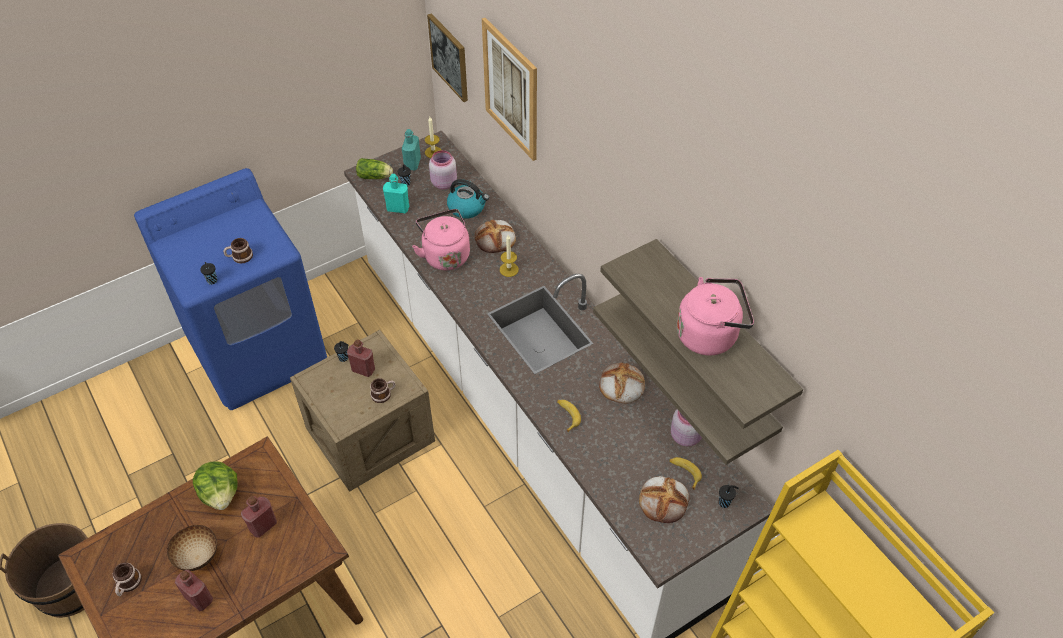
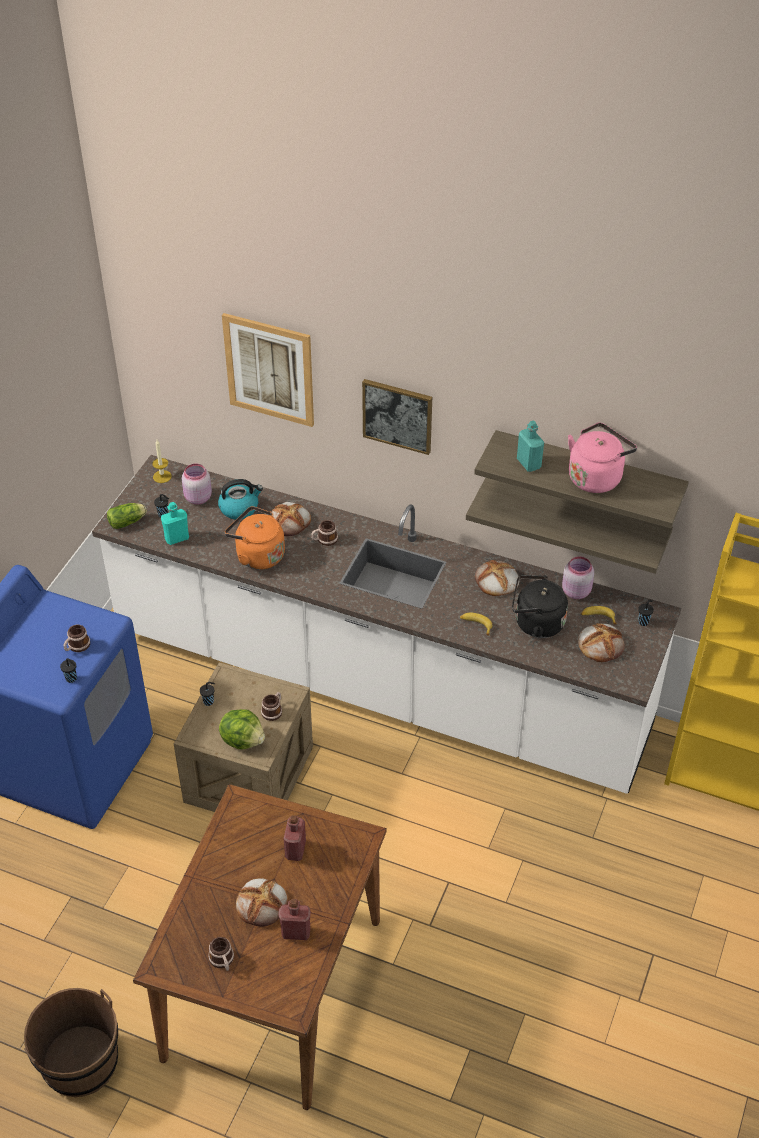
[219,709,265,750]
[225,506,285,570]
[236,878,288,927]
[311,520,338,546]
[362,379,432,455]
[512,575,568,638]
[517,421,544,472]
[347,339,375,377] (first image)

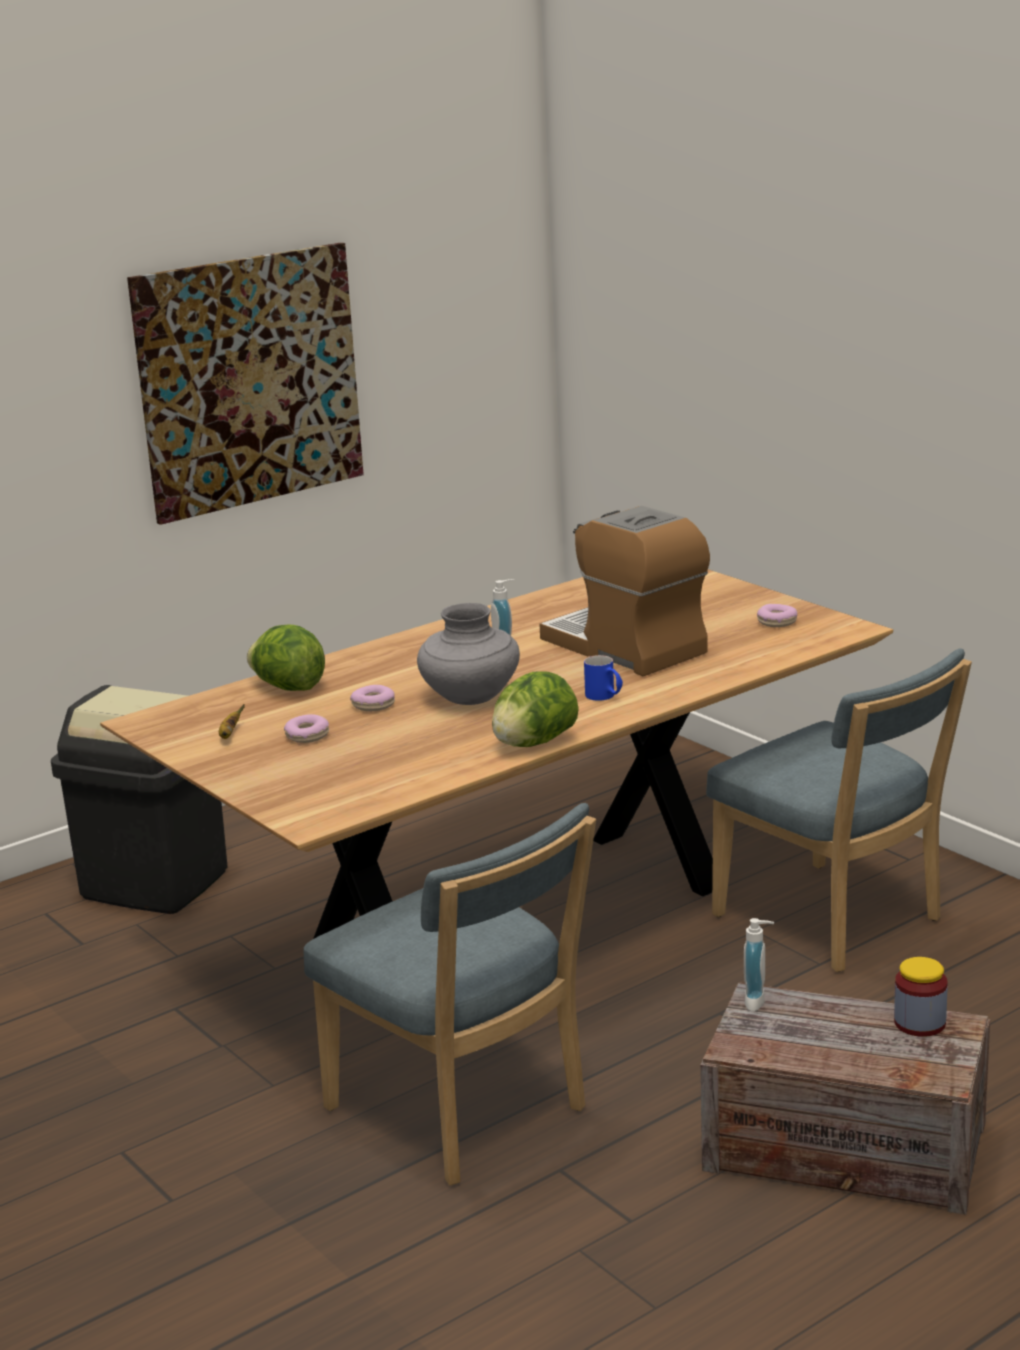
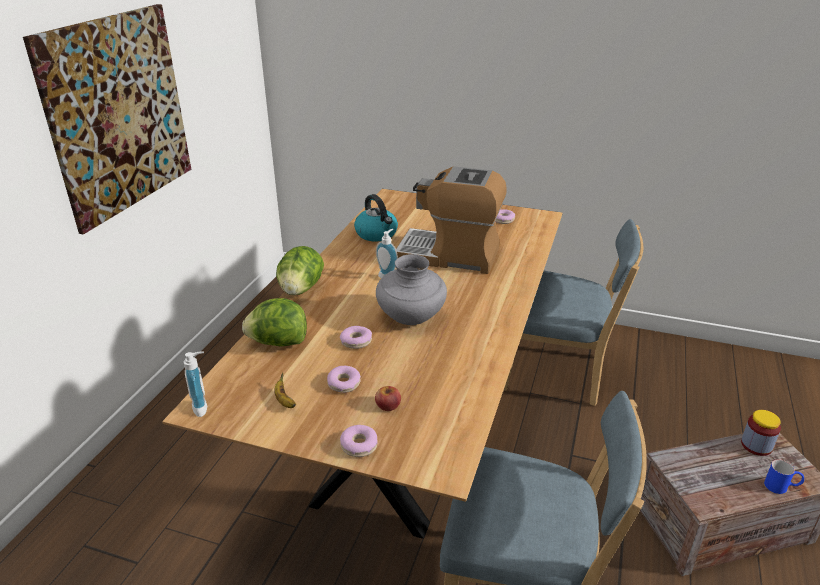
[184,351,207,417]
[276,246,324,295]
[340,425,377,457]
[354,194,398,242]
[375,386,401,411]
[764,459,804,494]
[51,685,228,914] (first image)

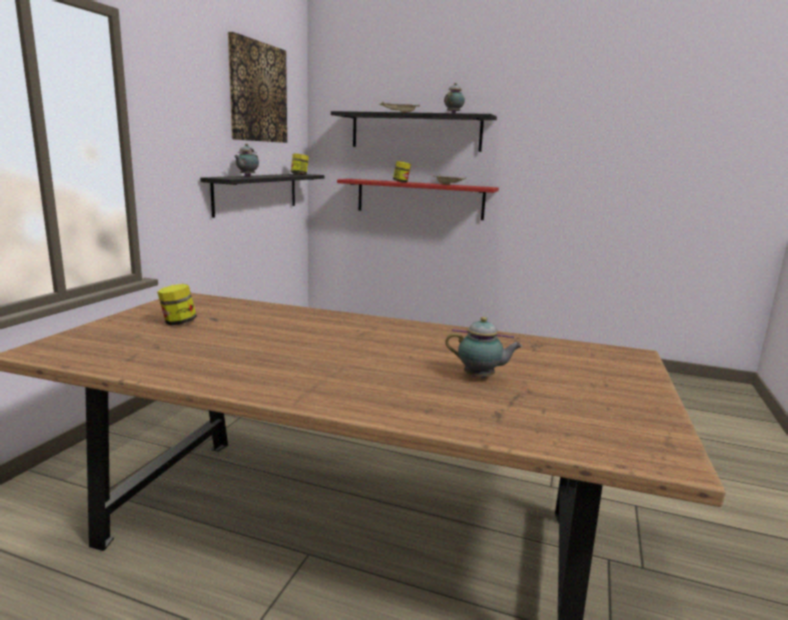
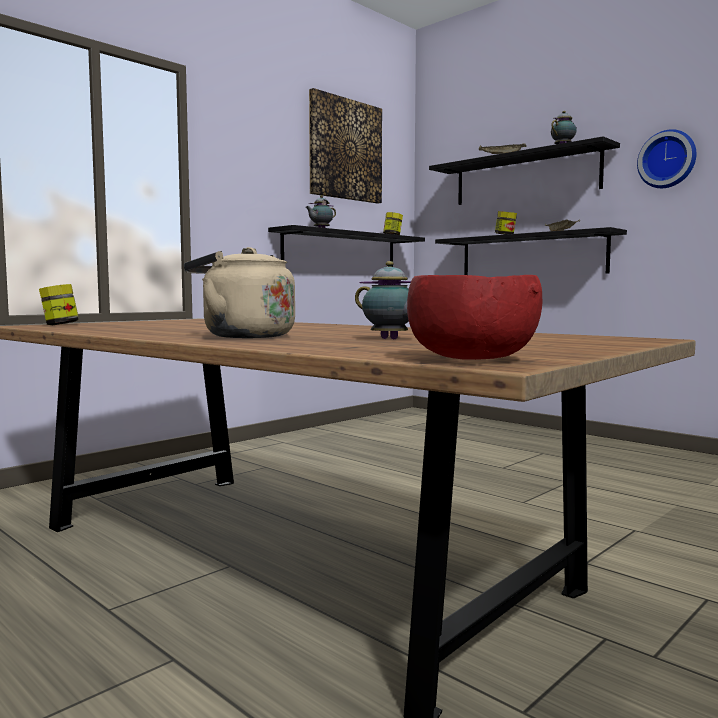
[39,284,79,325]
[184,247,295,338]
[407,275,542,360]
[435,227,627,275]
[637,129,696,188]

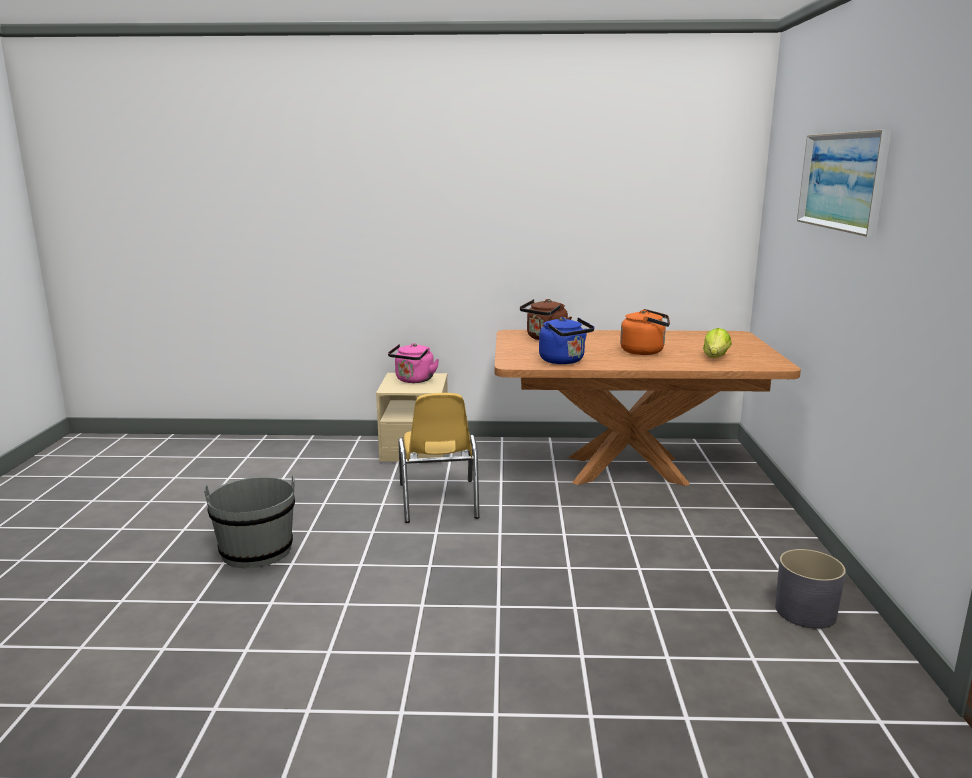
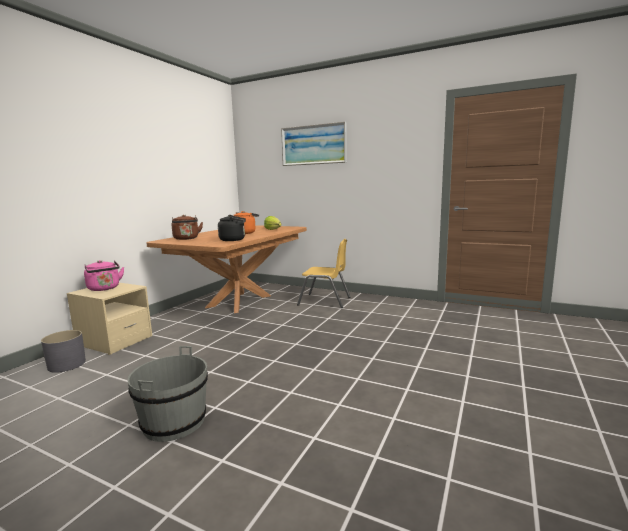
[41,330,86,373]
[218,215,246,241]
[297,239,350,308]

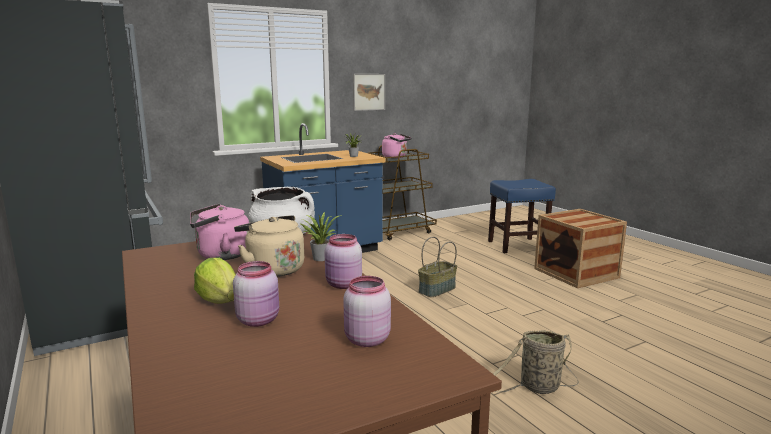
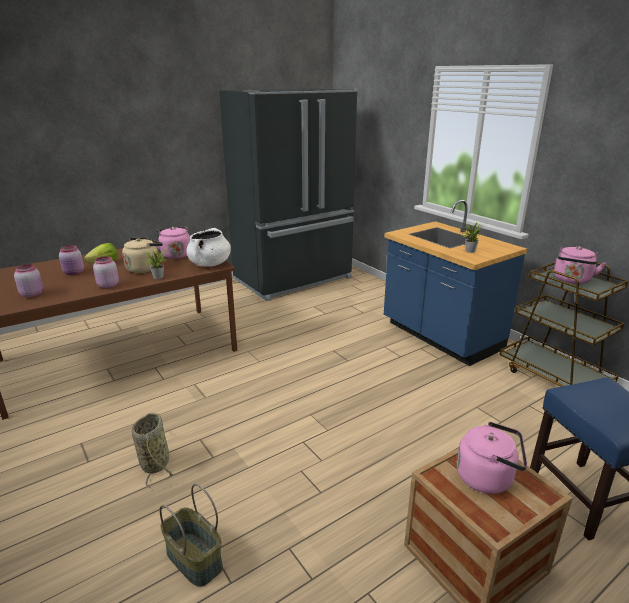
[159,484,223,587]
[457,422,527,494]
[353,74,385,111] (first image)

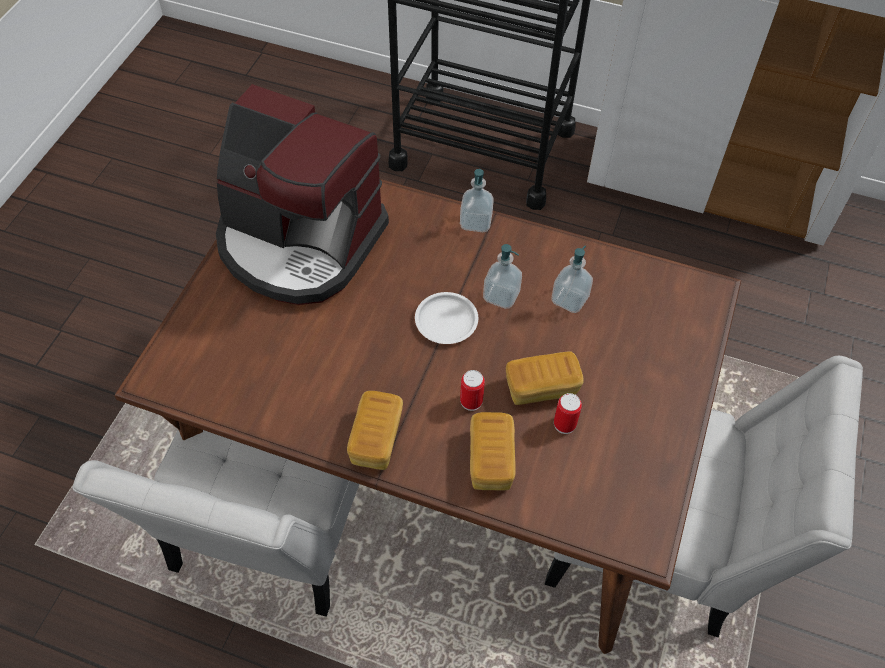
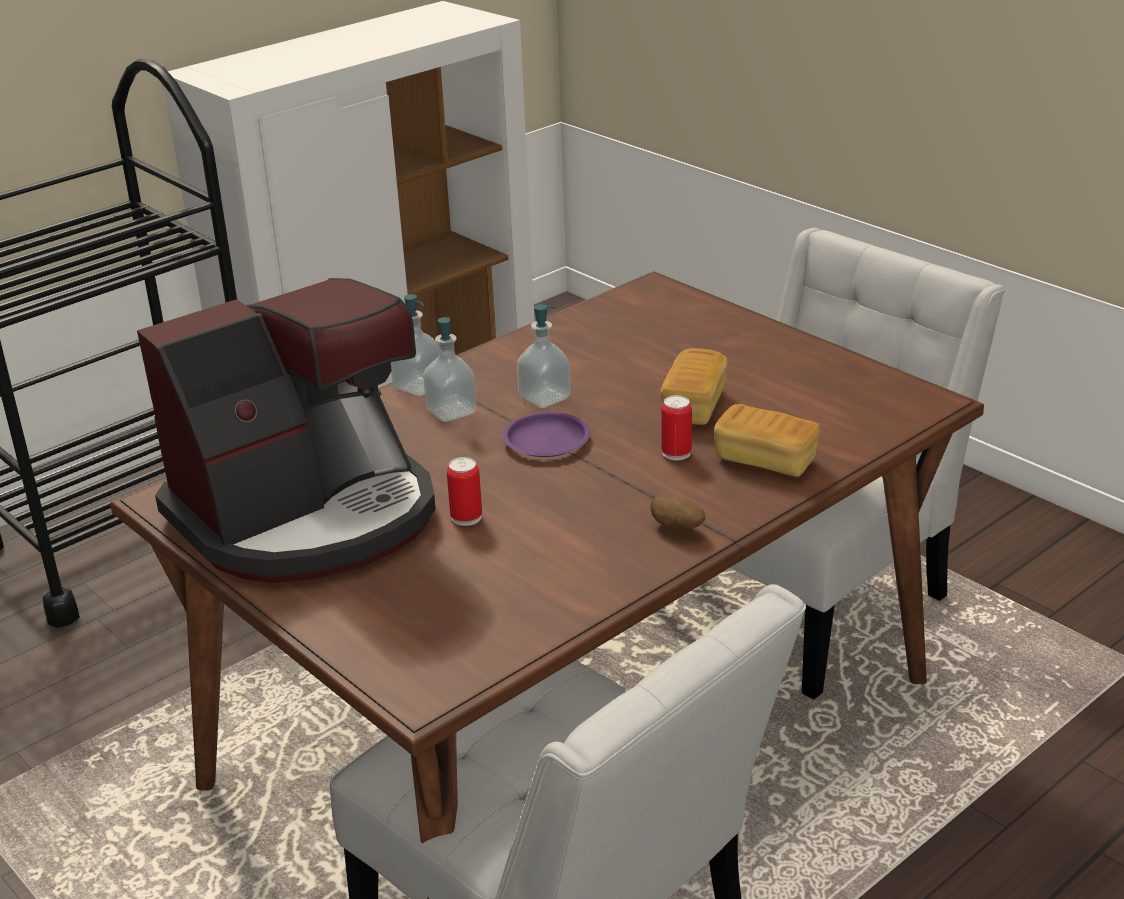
[423,317,477,422]
[447,457,482,526]
[503,412,590,457]
[651,496,705,531]

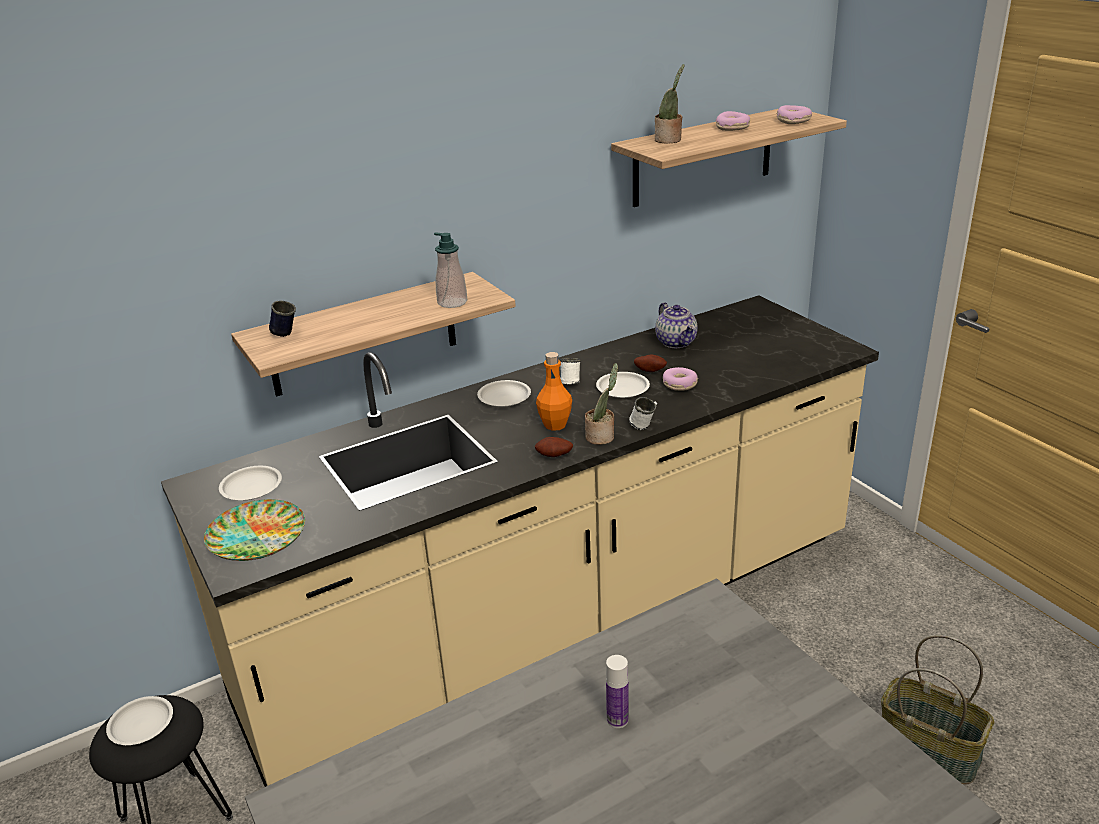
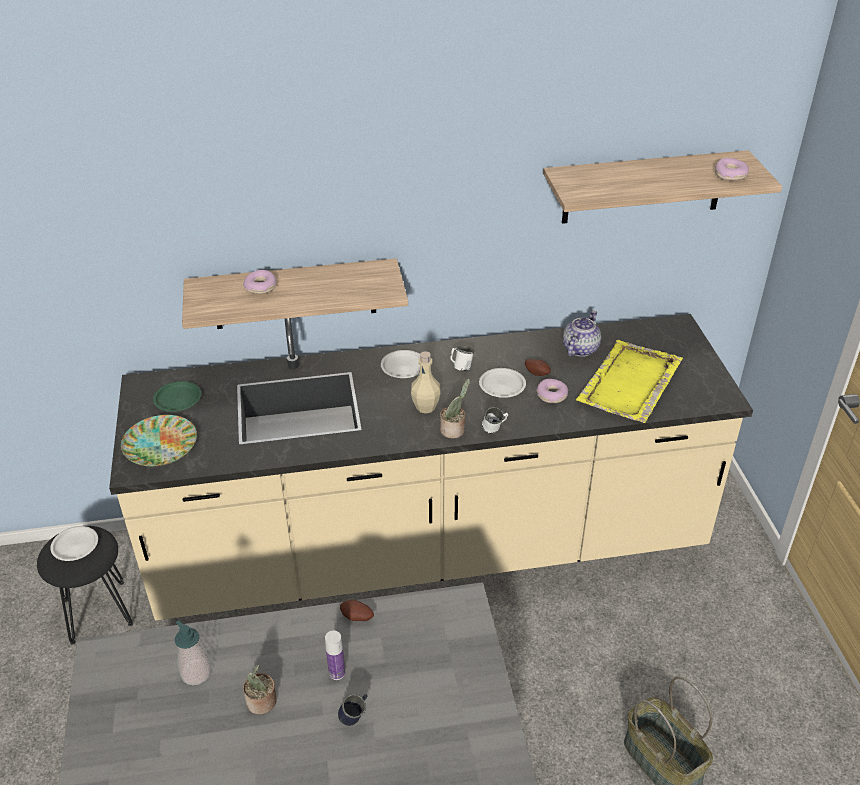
[153,381,201,412]
[175,620,212,685]
[243,270,277,294]
[243,664,277,715]
[338,694,367,726]
[340,600,374,621]
[411,351,440,413]
[563,311,601,357]
[576,340,683,423]

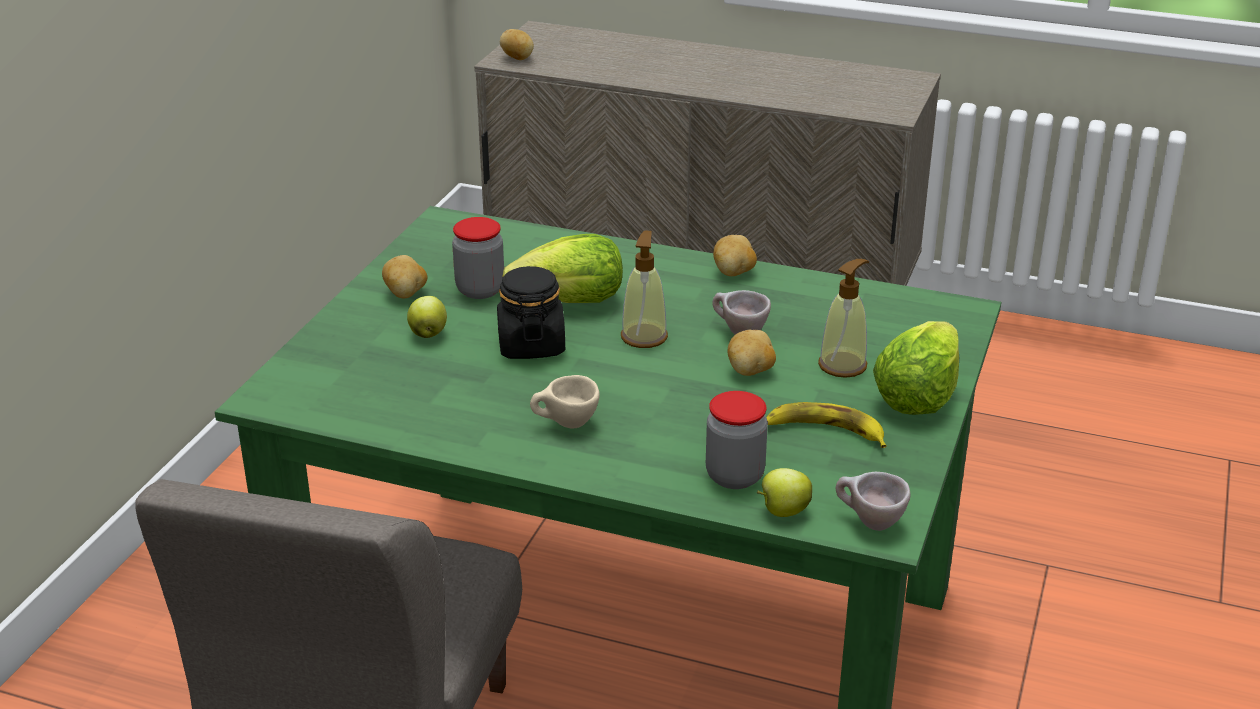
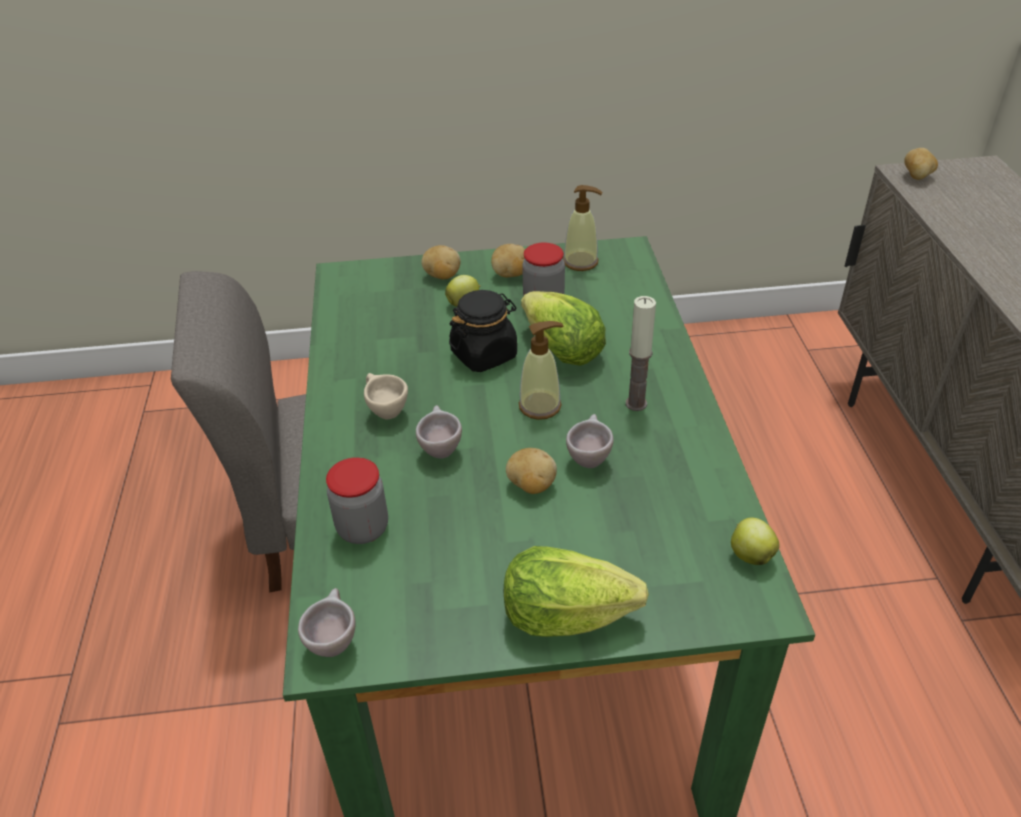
[416,405,462,458]
[421,245,461,279]
[563,185,603,271]
[626,296,656,411]
[731,517,780,565]
[766,402,887,448] (first image)

